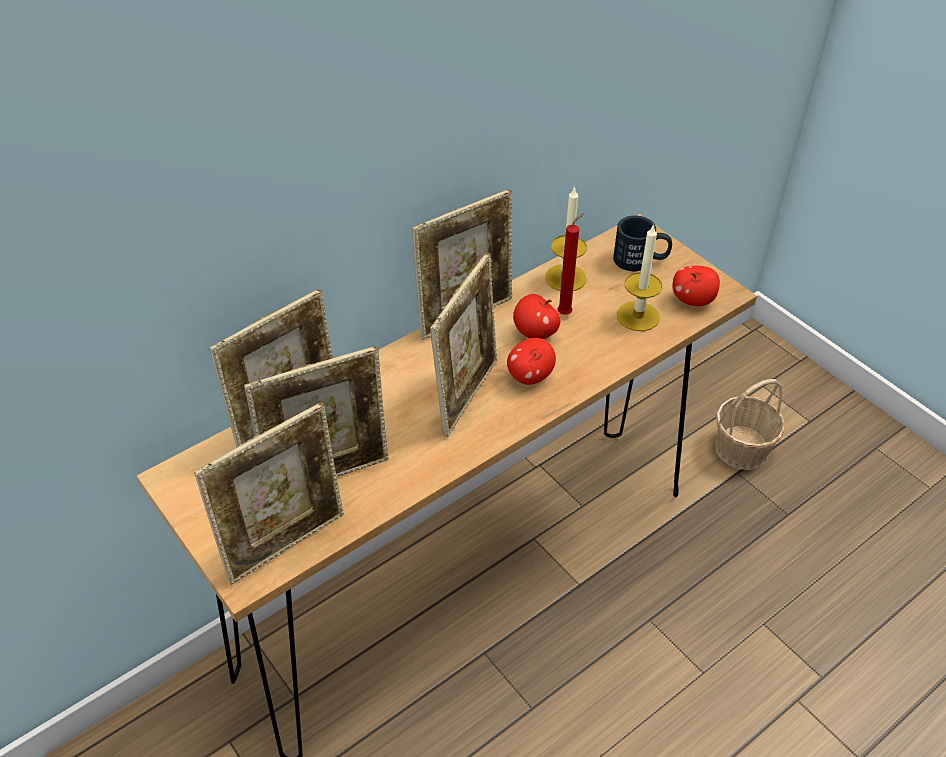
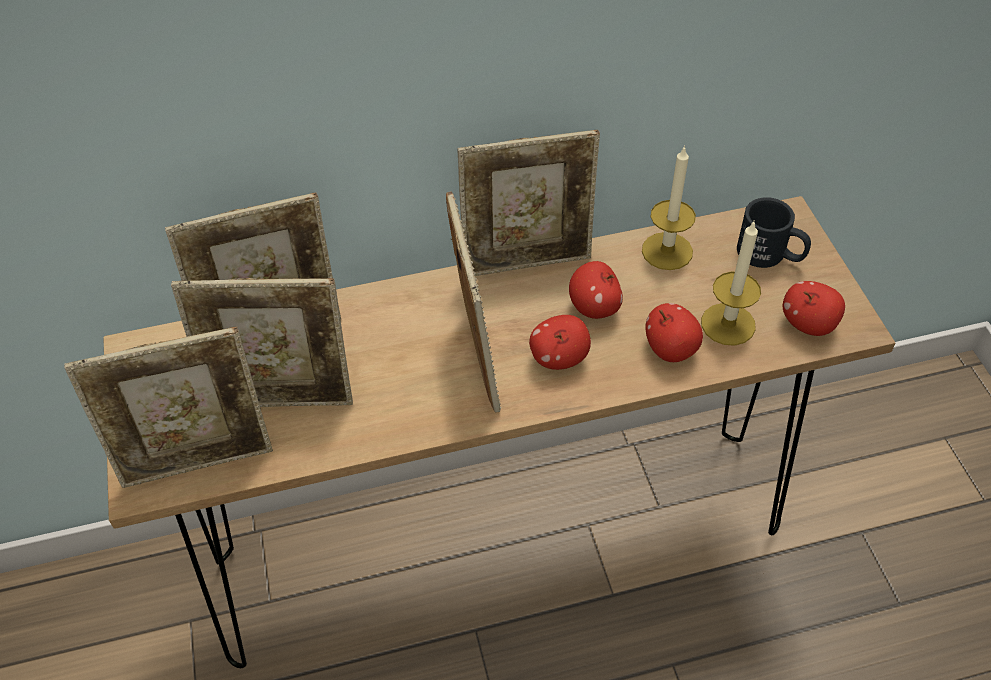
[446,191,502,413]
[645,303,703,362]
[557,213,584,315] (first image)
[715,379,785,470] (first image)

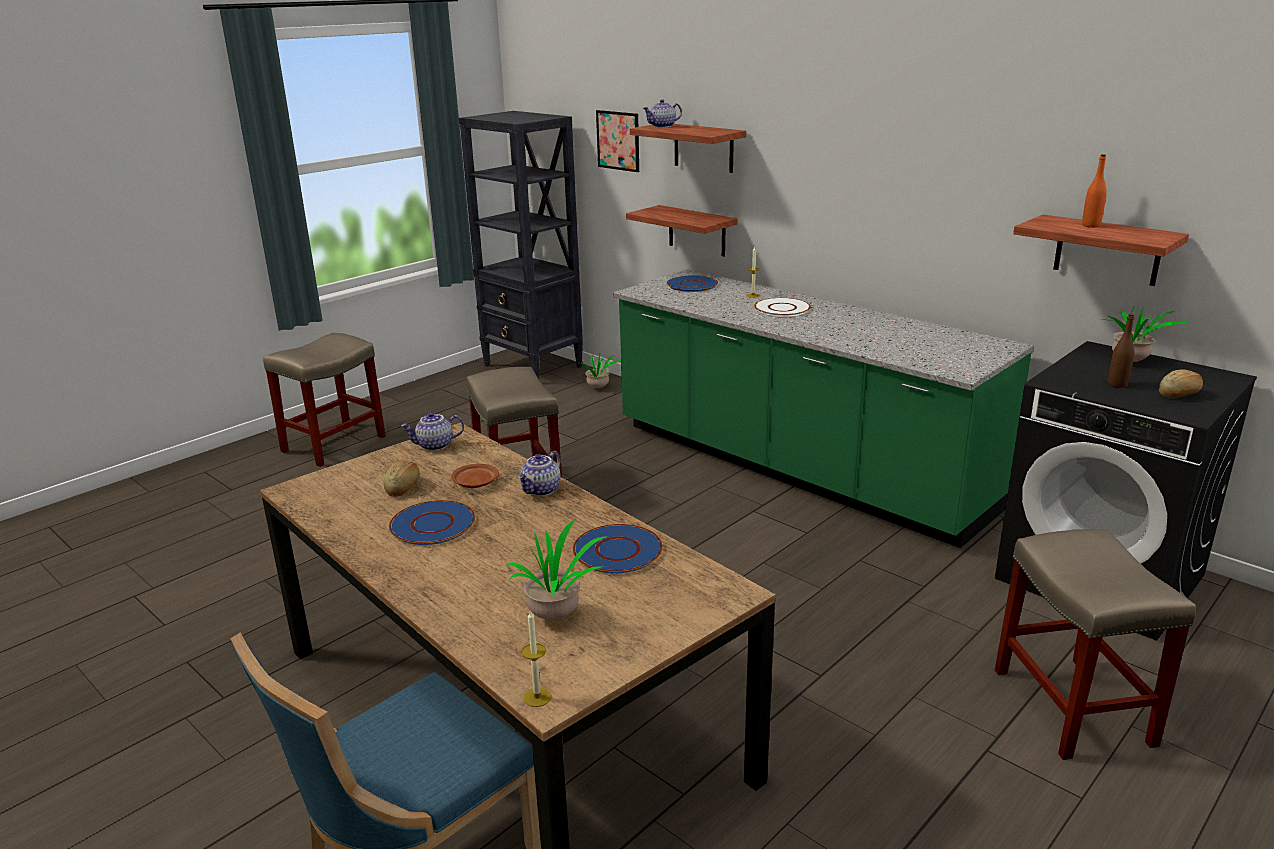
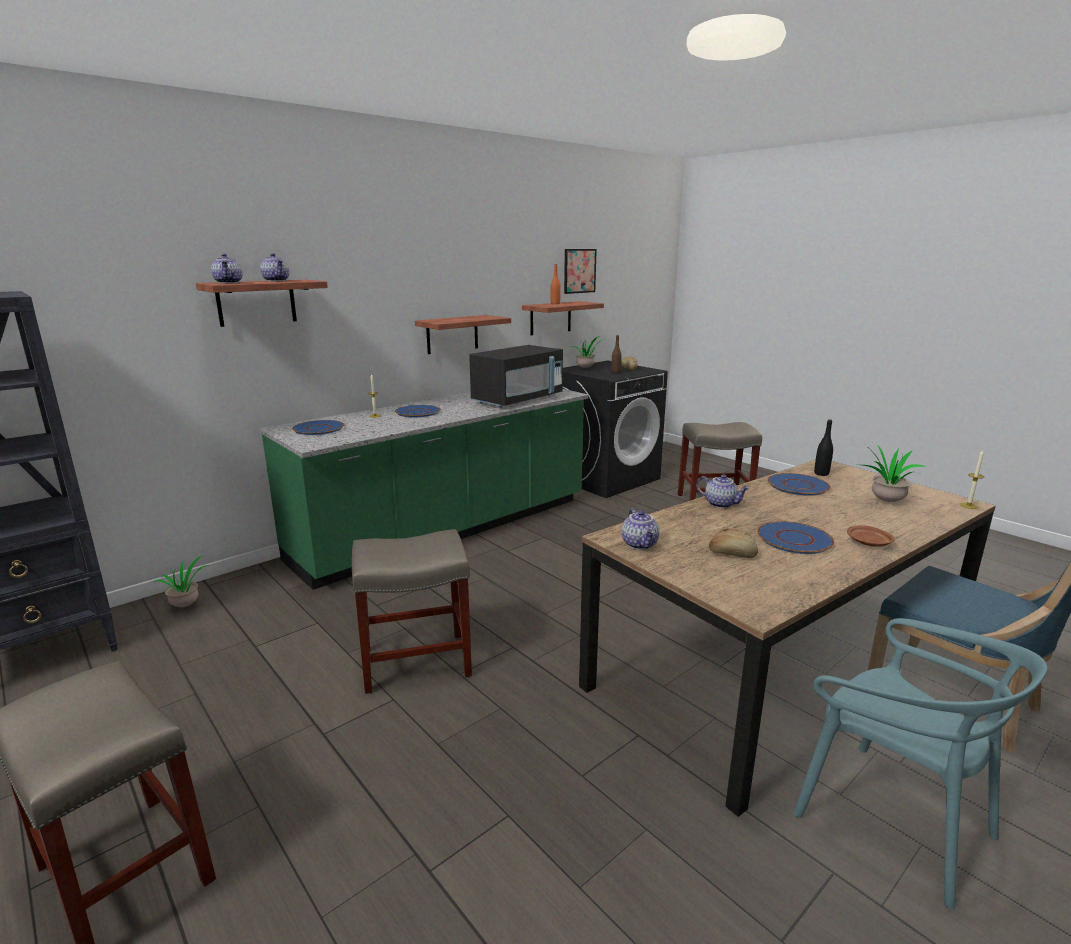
[260,253,289,281]
[395,405,441,417]
[415,315,511,354]
[469,345,563,408]
[564,249,597,294]
[793,618,1048,909]
[814,419,833,476]
[847,525,895,547]

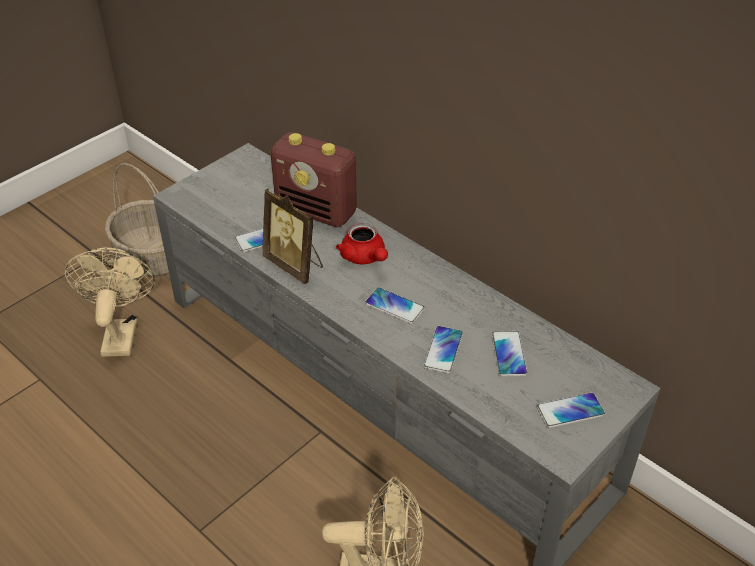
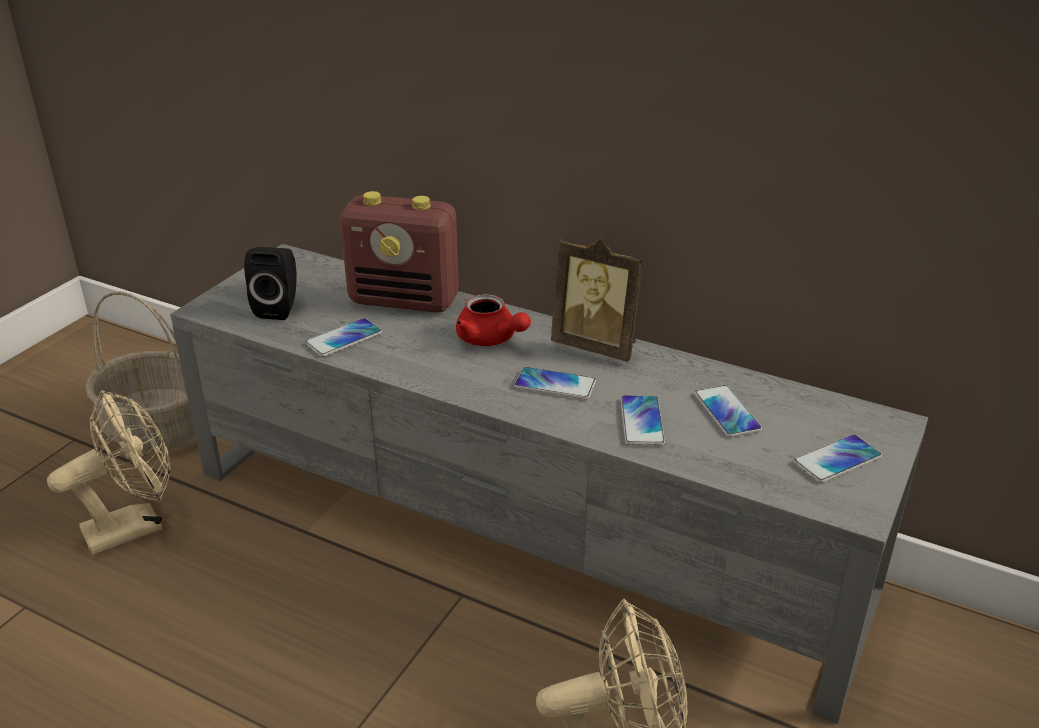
[47,390,171,555]
[244,247,297,320]
[551,238,644,362]

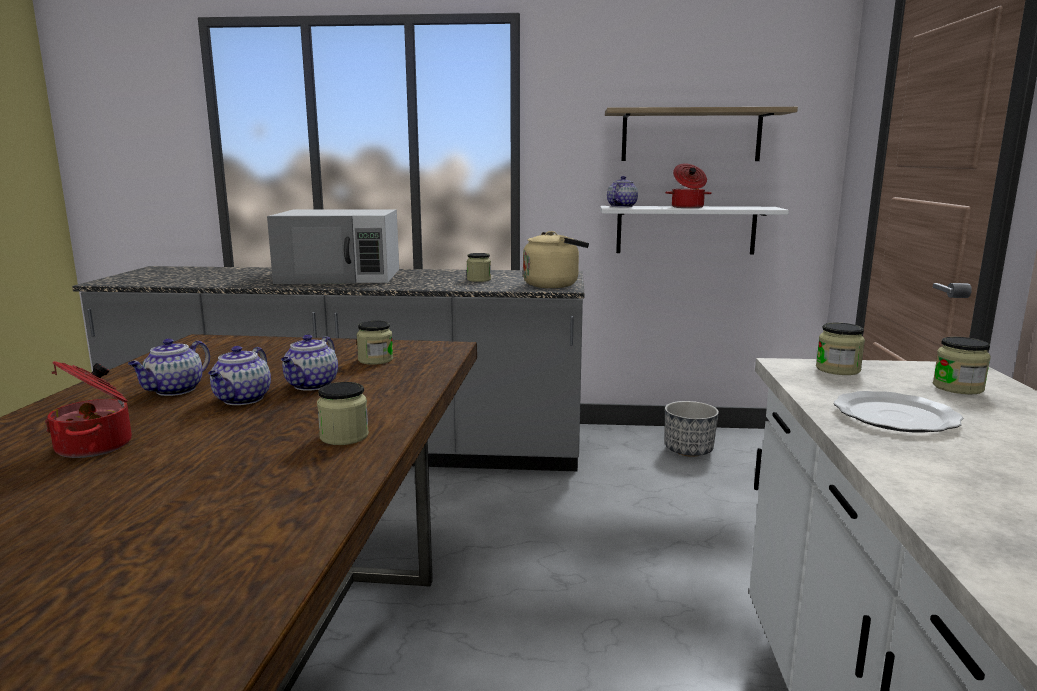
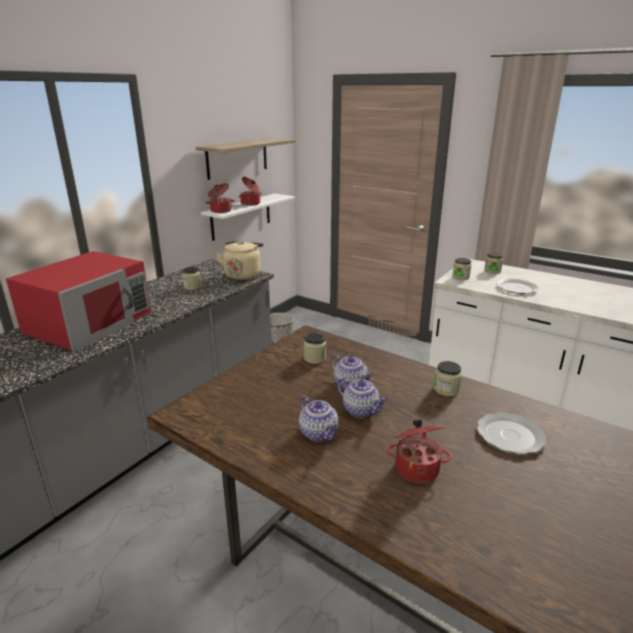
[6,251,151,352]
[205,183,235,213]
[477,412,547,455]

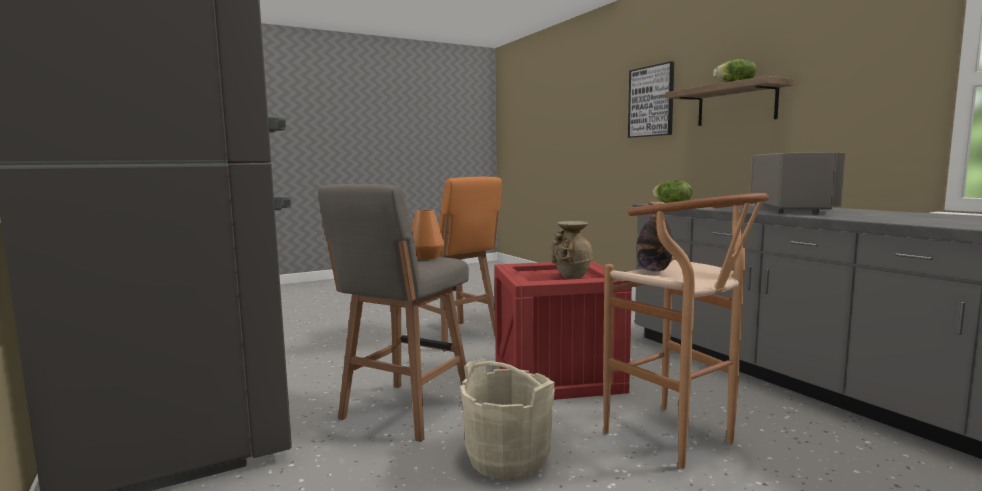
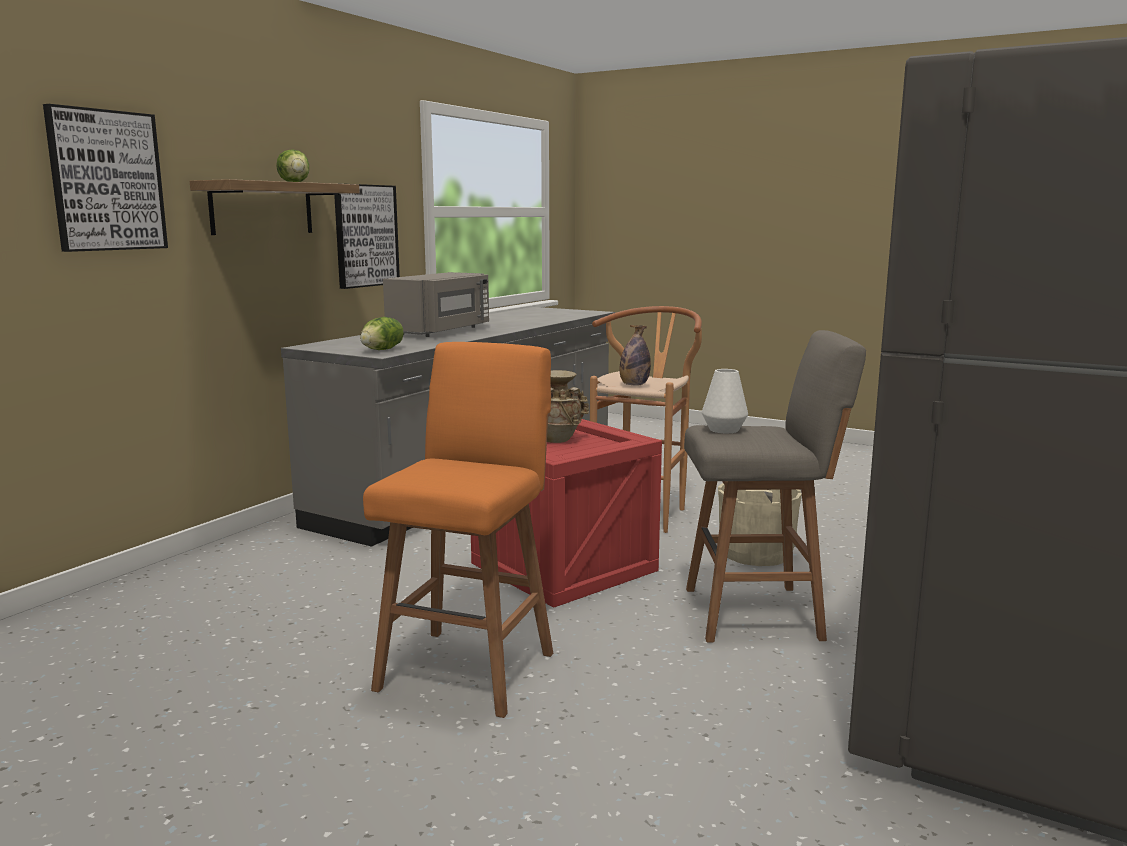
[334,183,400,289]
[383,272,489,337]
[702,369,748,433]

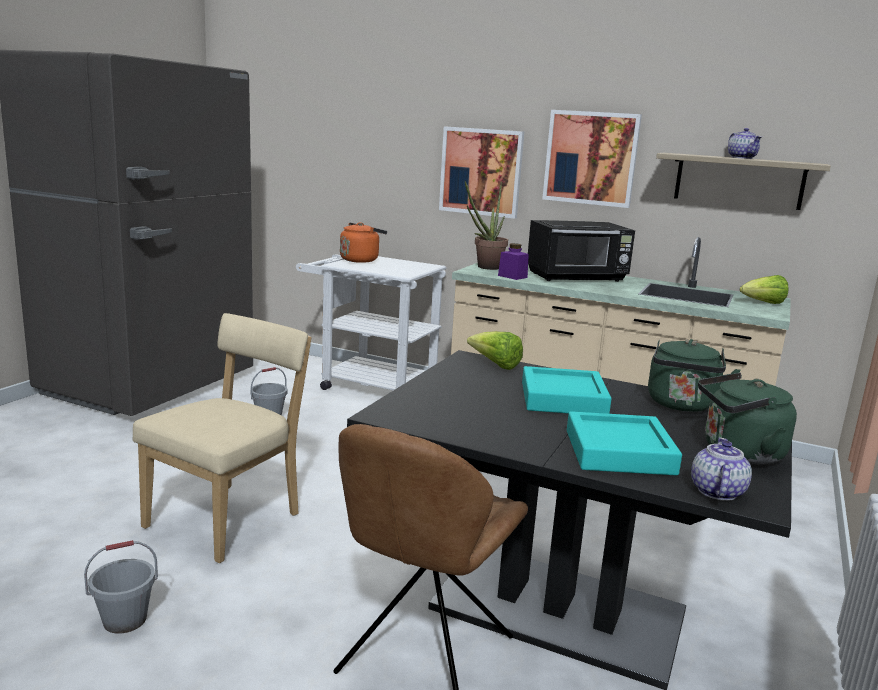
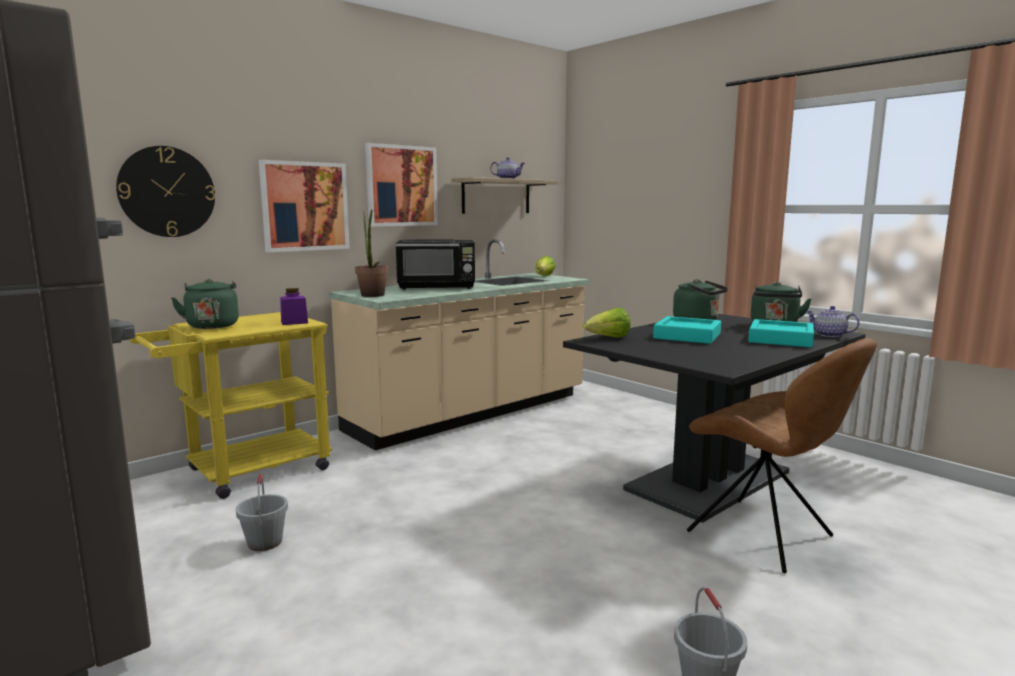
[116,146,215,237]
[129,312,332,499]
[171,279,239,329]
[280,288,308,325]
[396,239,475,290]
[132,313,312,563] (first image)

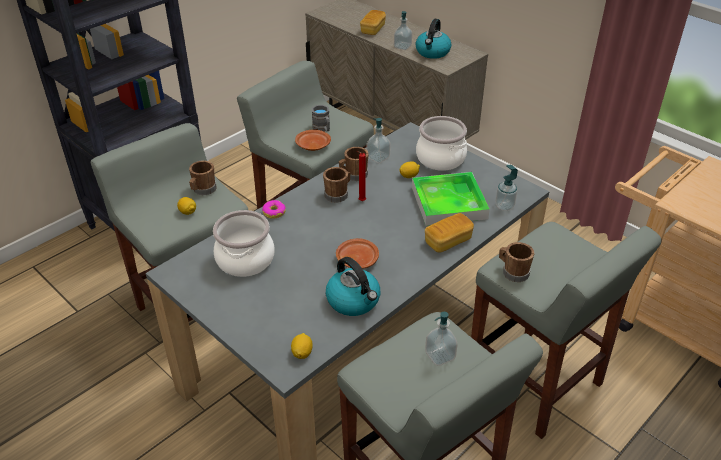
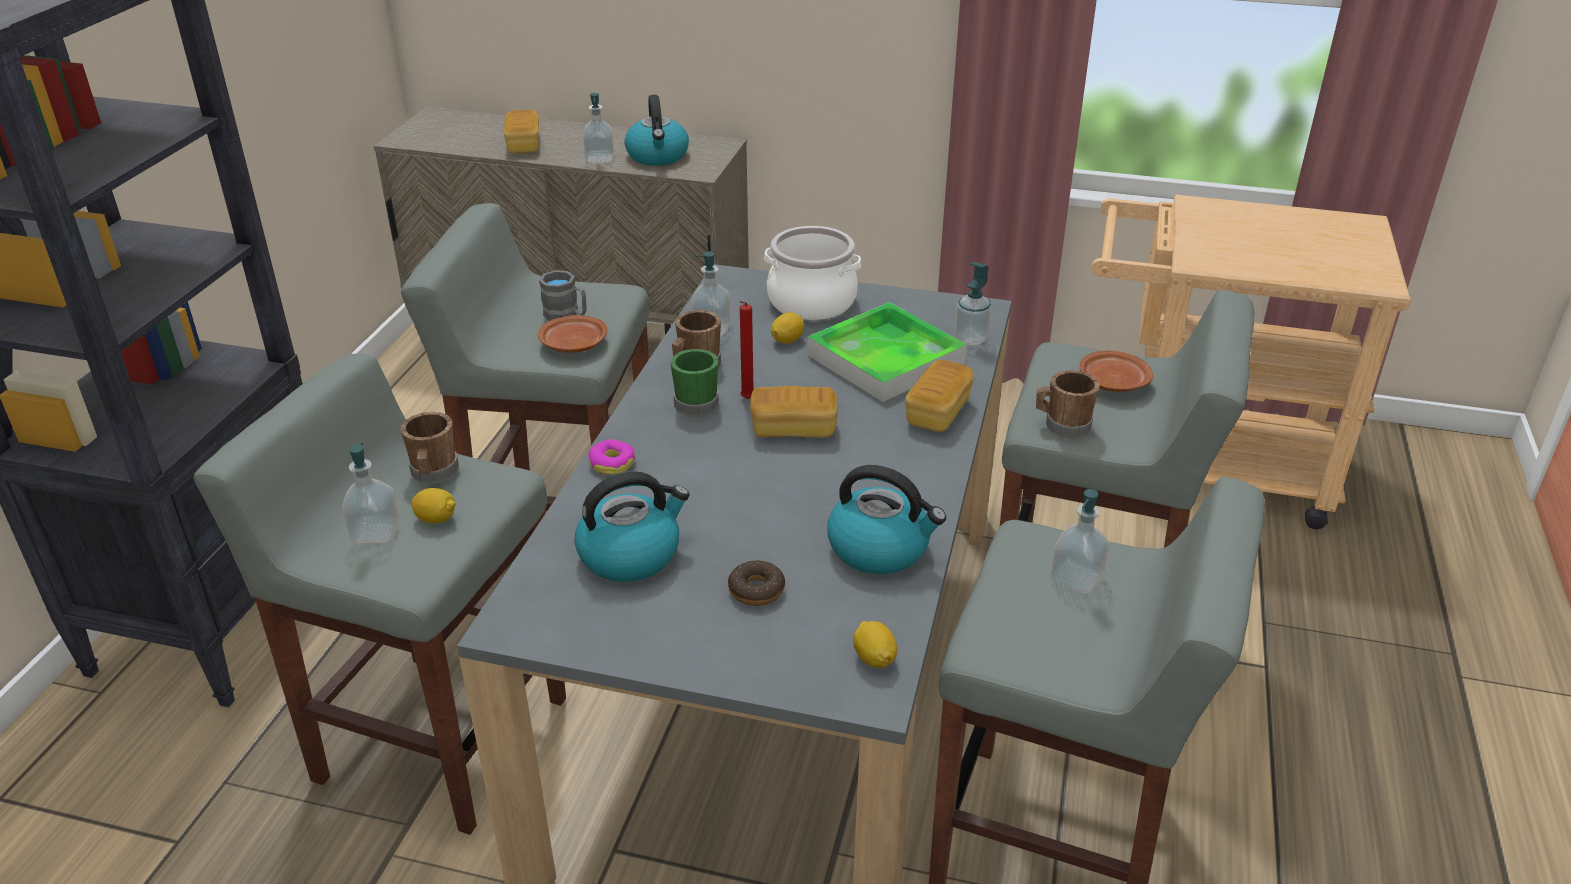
[342,443,400,543]
[574,471,690,582]
[671,349,719,416]
[728,560,785,606]
[750,386,838,437]
[1080,350,1153,392]

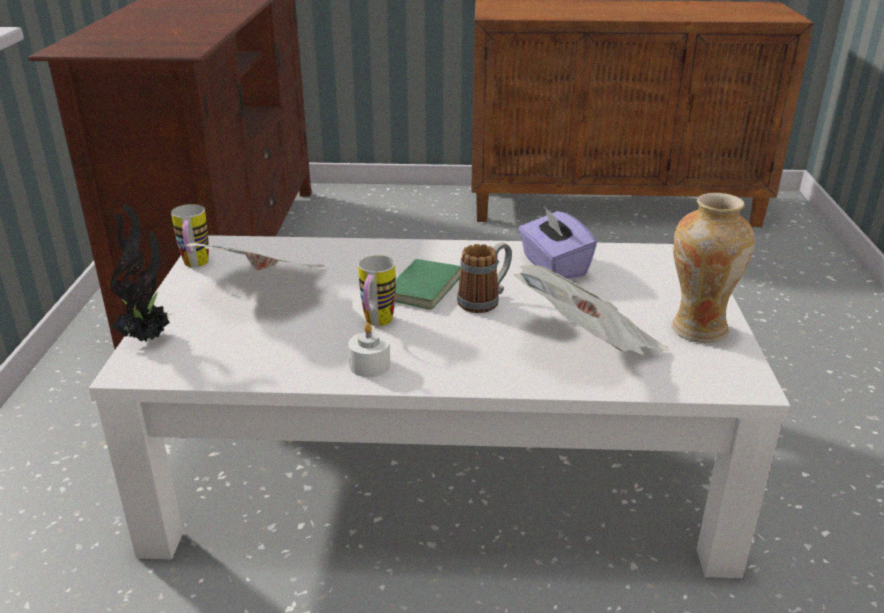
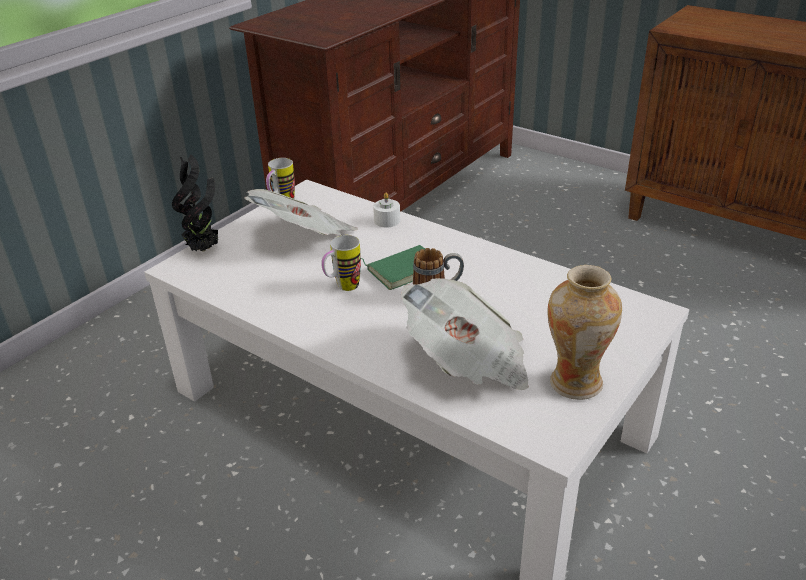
[373,193,400,227]
[518,206,597,279] (first image)

